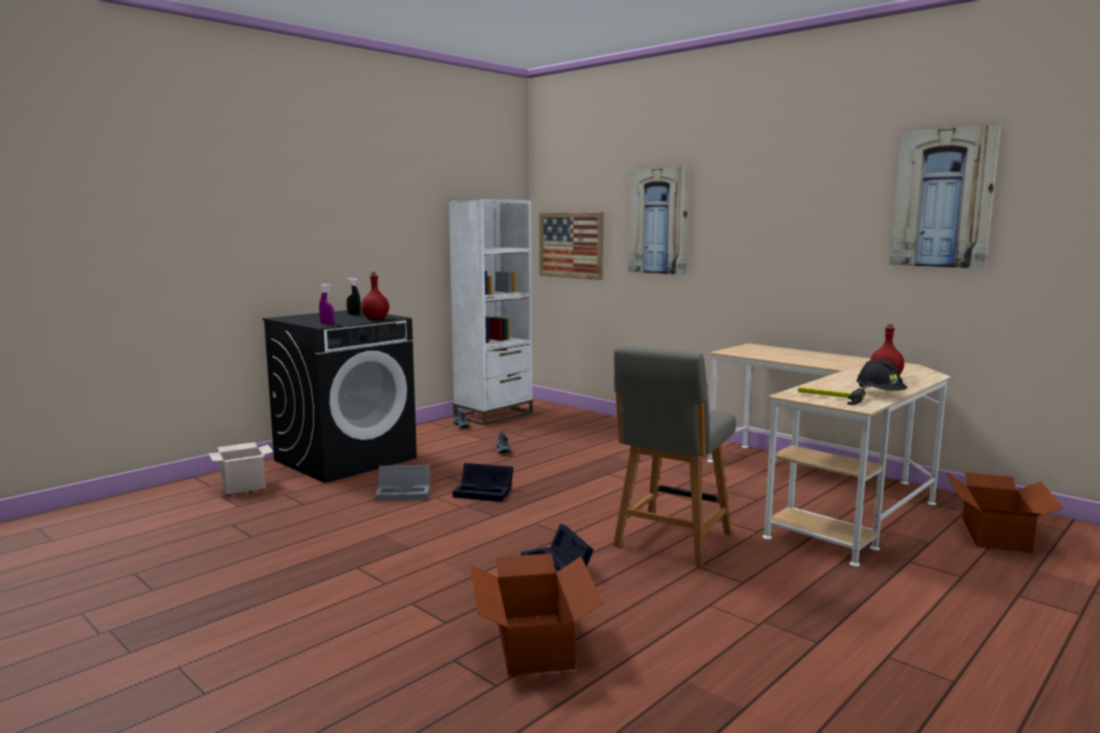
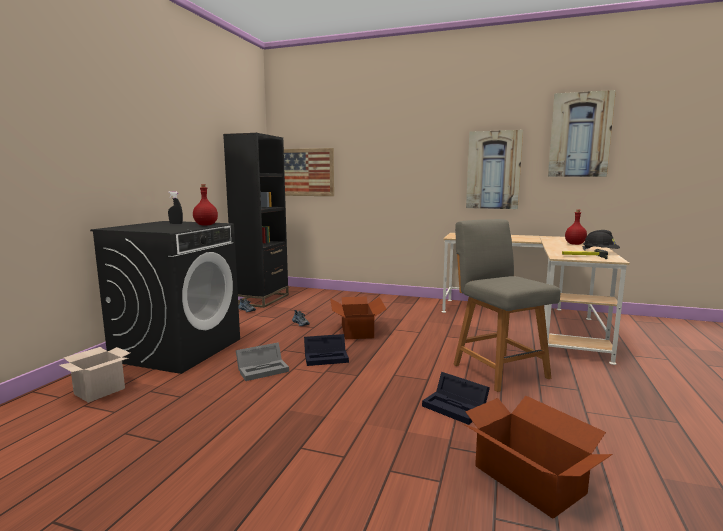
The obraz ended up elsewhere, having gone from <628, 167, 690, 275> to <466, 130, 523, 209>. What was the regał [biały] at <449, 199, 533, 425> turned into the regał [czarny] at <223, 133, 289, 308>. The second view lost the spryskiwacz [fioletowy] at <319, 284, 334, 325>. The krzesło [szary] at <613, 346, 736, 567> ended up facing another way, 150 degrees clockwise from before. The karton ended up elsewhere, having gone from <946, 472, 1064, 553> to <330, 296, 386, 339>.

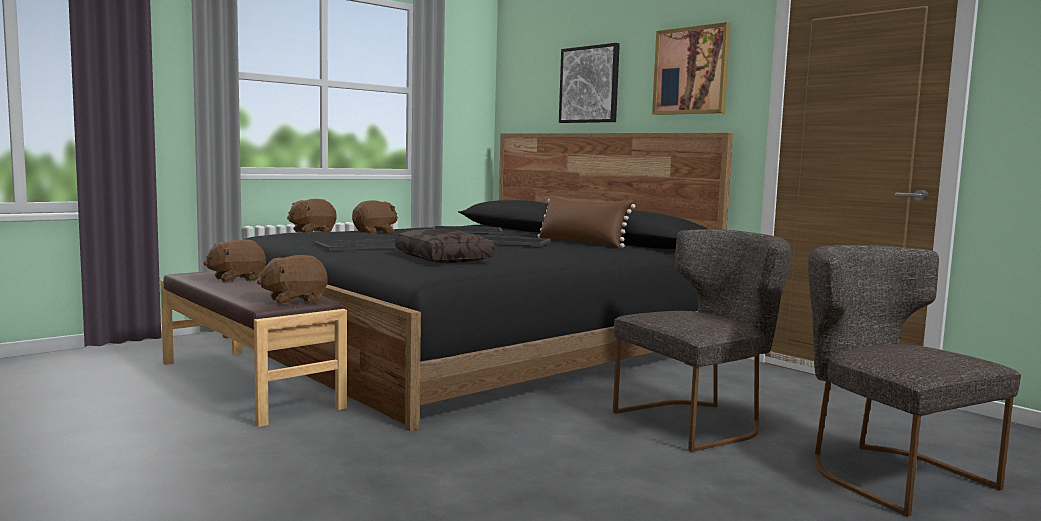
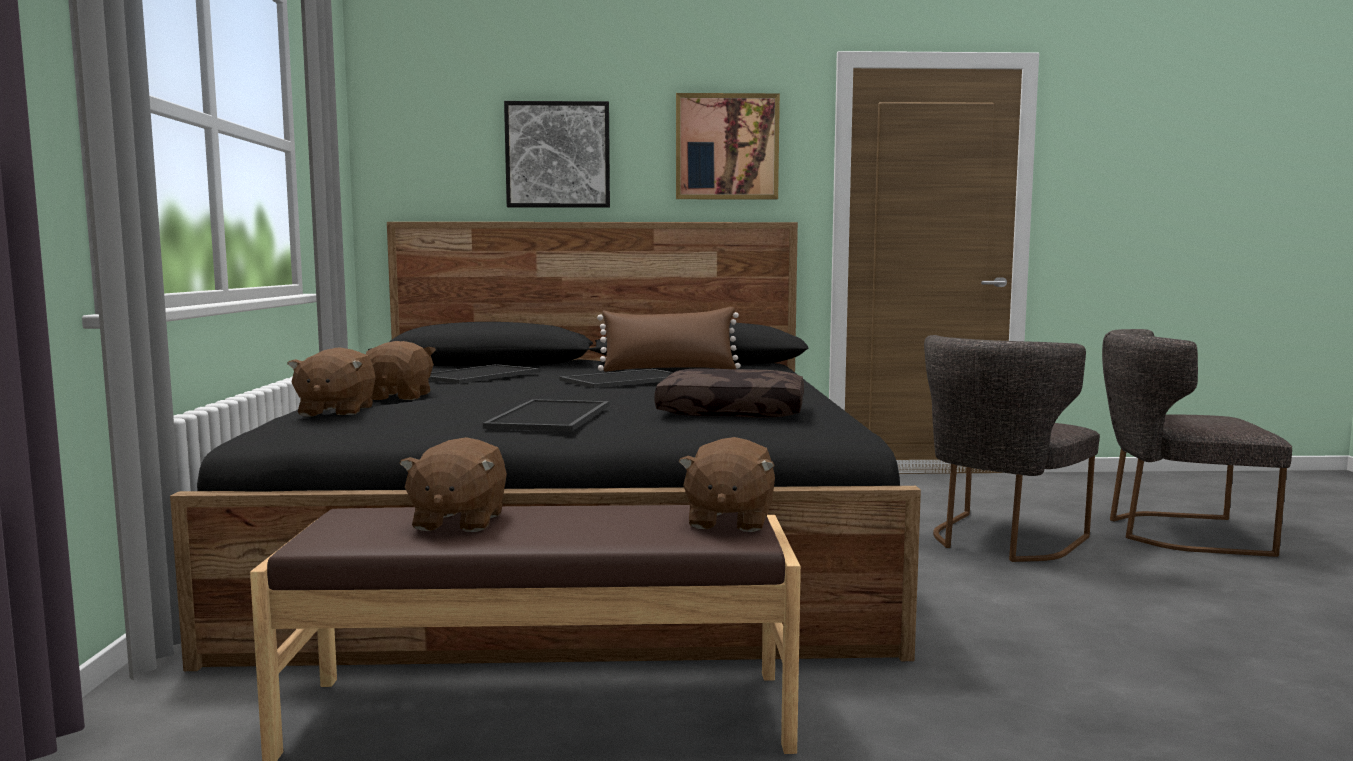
The krzesło [szary] at <613, 229, 791, 452> ended up facing another way, 150 degrees counterclockwise from before.

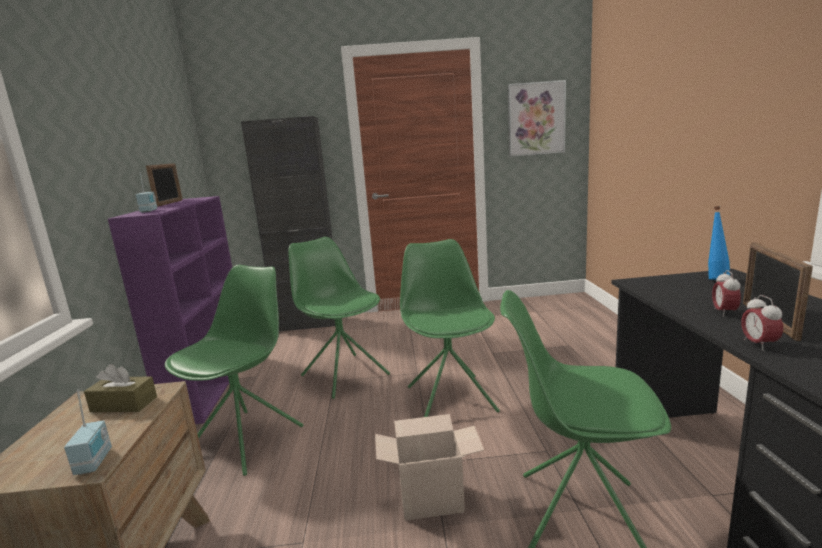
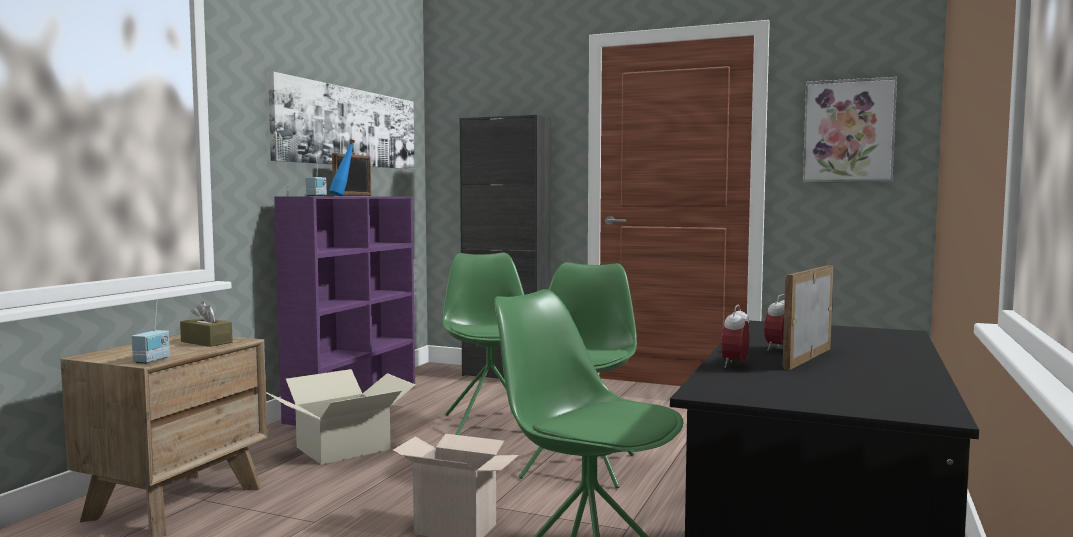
The butelka [niebieski] ended up elsewhere, having gone from <708, 206, 730, 280> to <329, 140, 355, 196>. Where the krzesło [zielony] stood at <165, 265, 303, 476>, the karton came to stand at <266, 369, 416, 465>. The second view gained the obraz at <268, 71, 414, 169>.

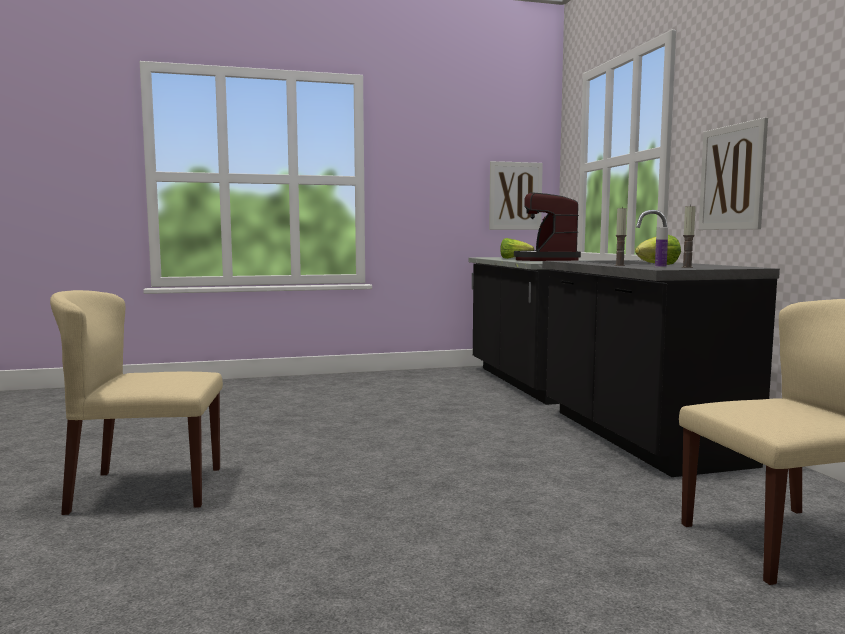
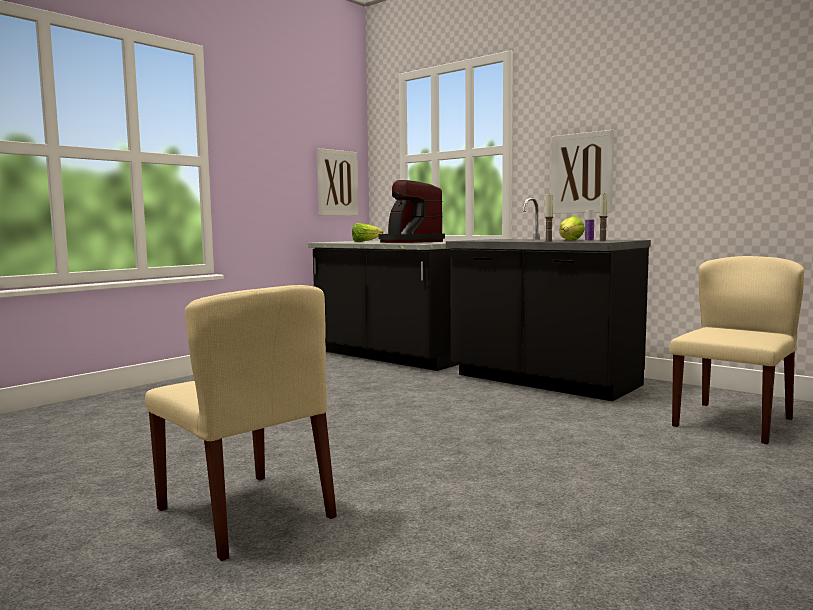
The krzesło [beżowy] at <50, 290, 223, 515> ended up facing another way, 90 degrees counterclockwise from before.

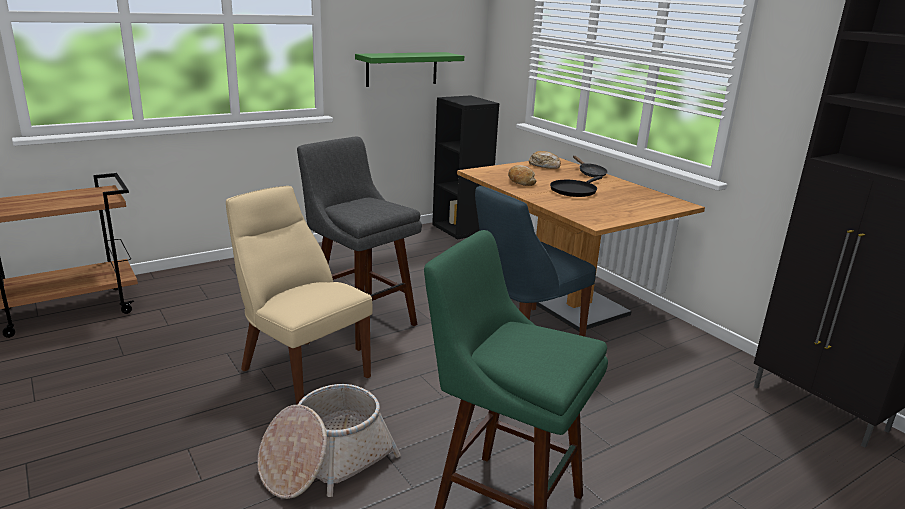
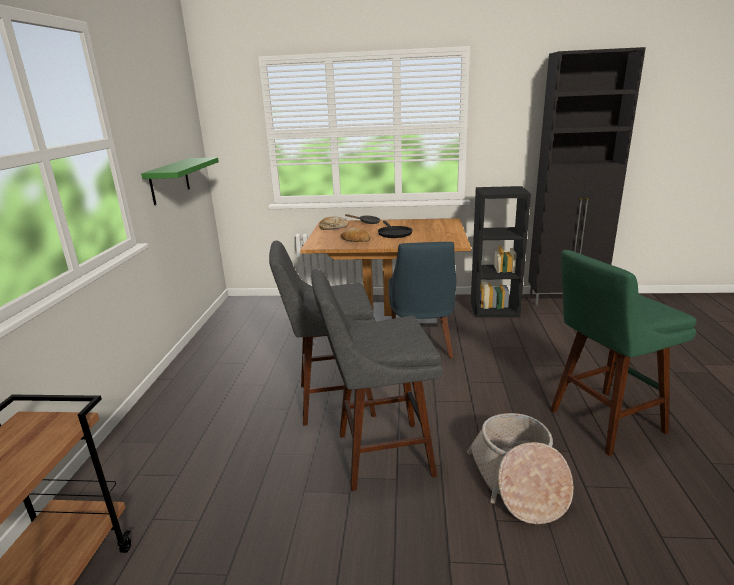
The regał [czarny] ended up elsewhere, having gone from <432, 95, 499, 239> to <471, 186, 531, 317>. Where the krzesło [beżowy] stood at <226, 186, 373, 405>, the stołek [szary] came to stand at <311, 269, 443, 491>.

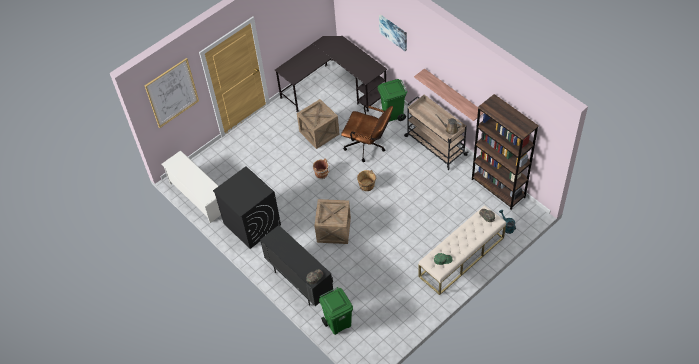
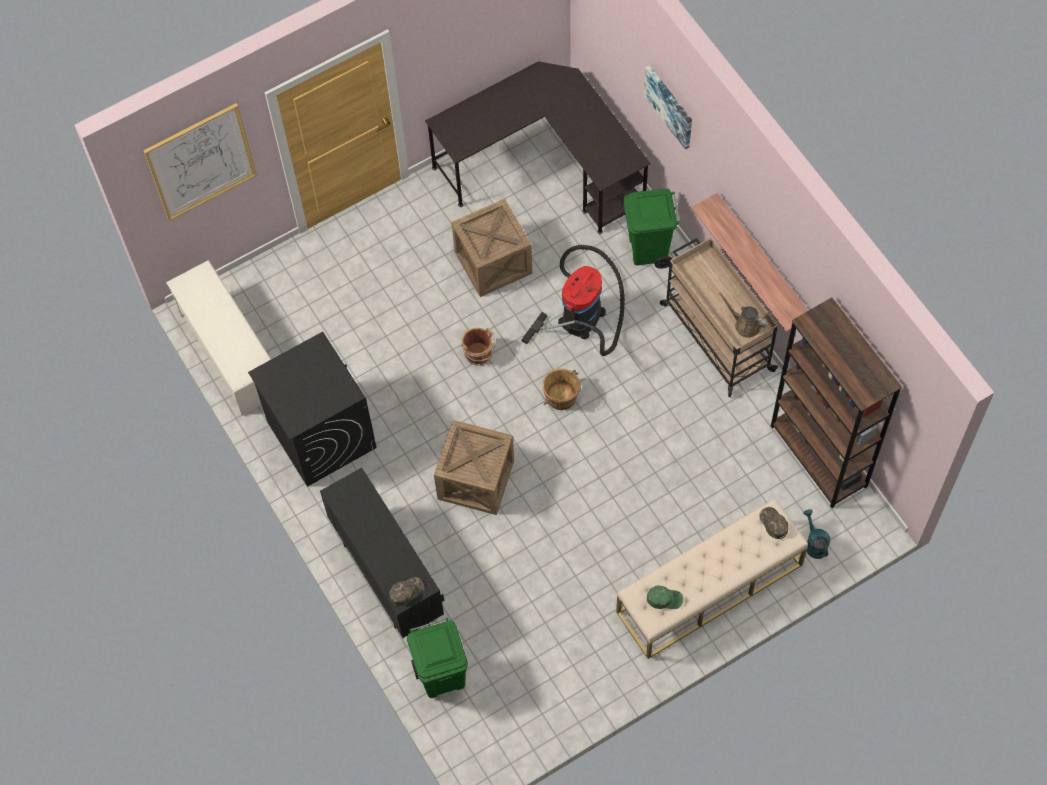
Where the krzesło biurowe [brązowy] stood at <341, 105, 393, 162>, the odkurzacz came to stand at <521, 245, 625, 356>.

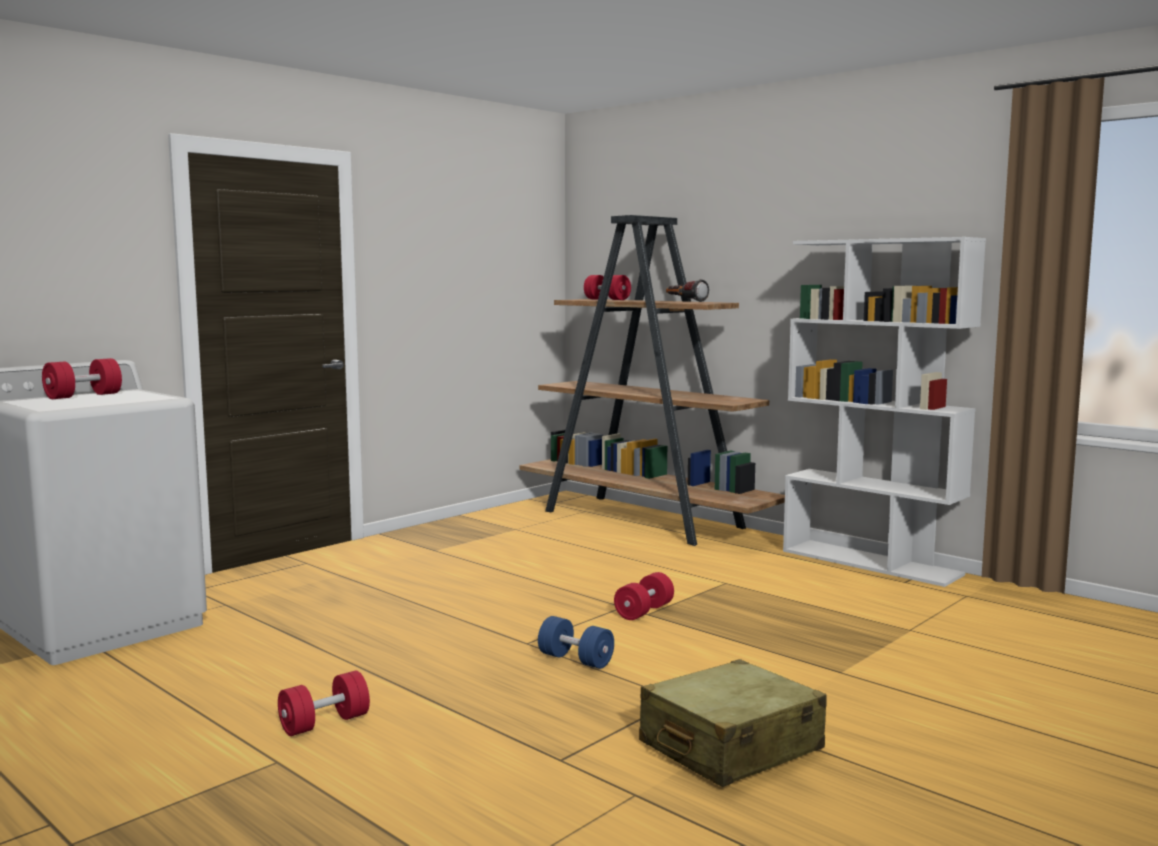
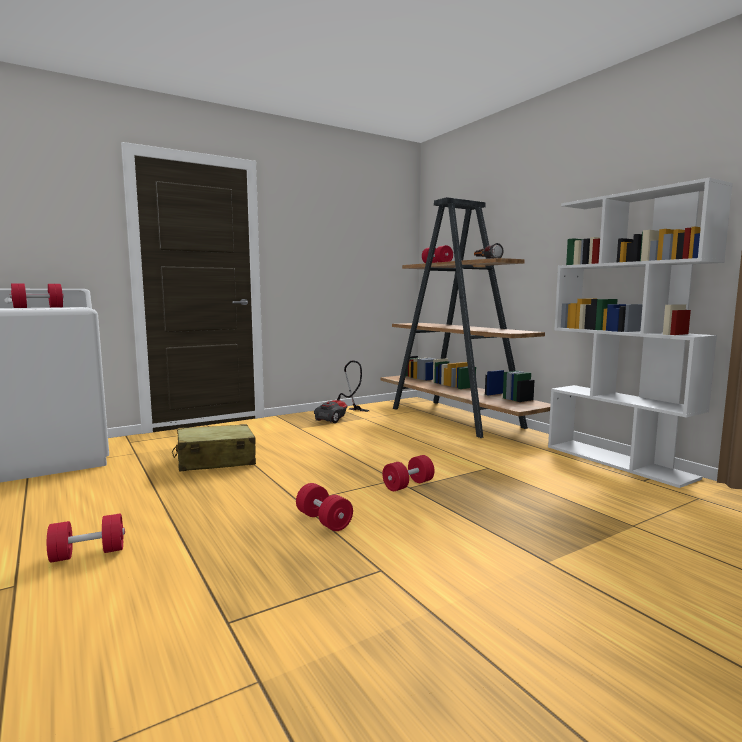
What was the hantel [niebieski] at <538, 616, 614, 669> turned into the hantel [czerwony] at <296, 483, 353, 531>. The walizka [beżowy] ended up elsewhere, having gone from <639, 659, 827, 787> to <172, 424, 256, 472>. The second view gained the odkurzacz at <314, 361, 369, 423>.

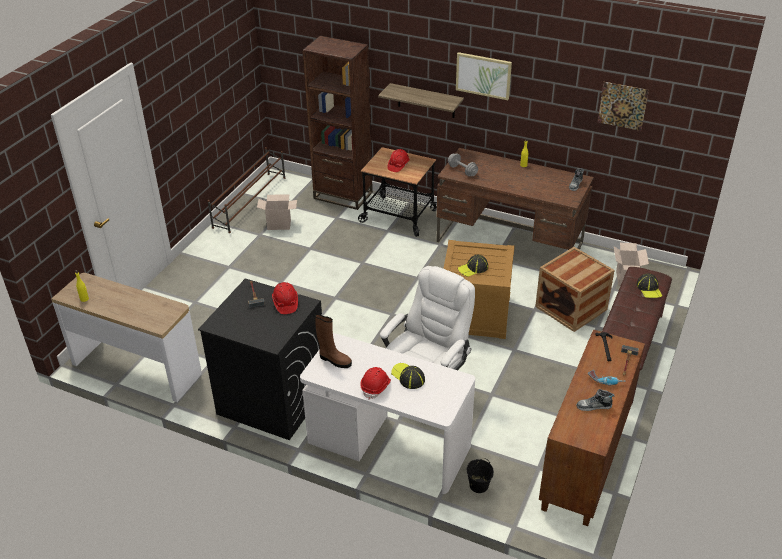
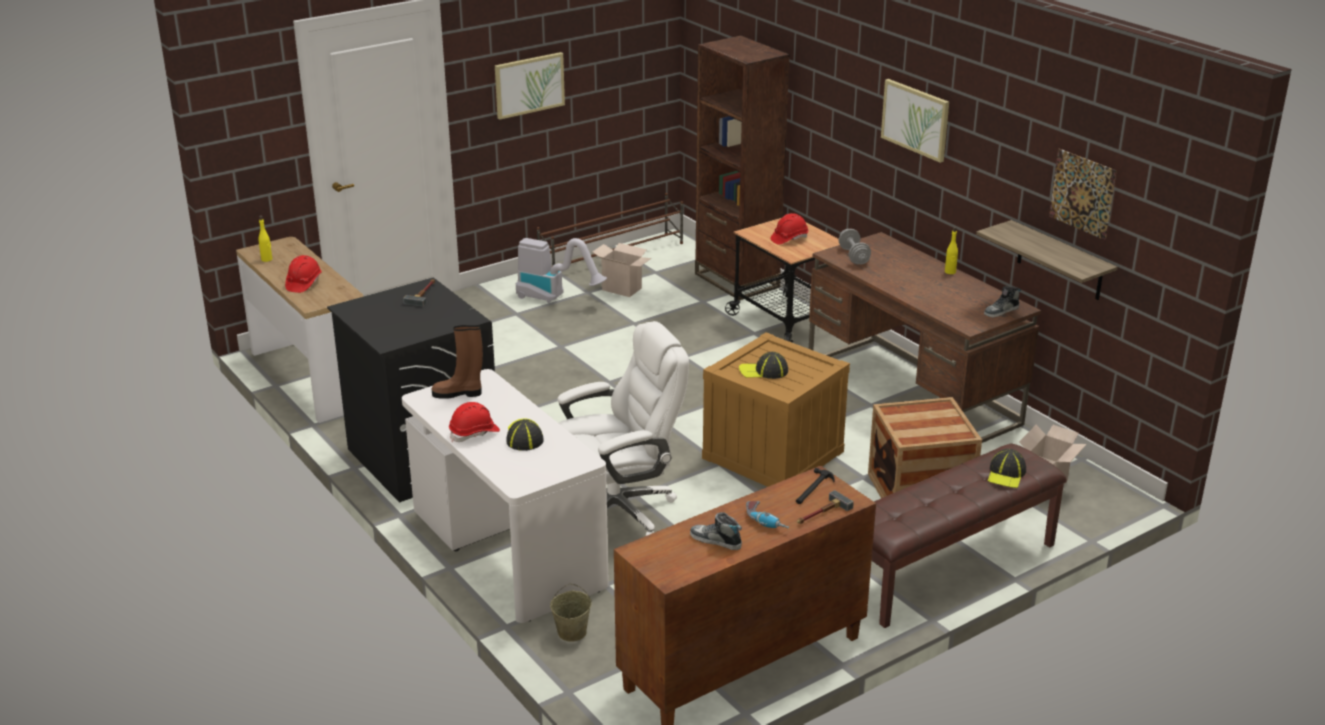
The półka ended up elsewhere, having gone from <378, 83, 464, 118> to <976, 220, 1118, 300>. The kask [czerwony] ended up elsewhere, having gone from <272, 282, 298, 314> to <285, 255, 322, 293>. The but z cholewką [brązowy] at <315, 314, 352, 368> ended up facing another way, 120 degrees clockwise from before. What was the wiadro [czarny] at <467, 459, 494, 493> turned into the wiadro [beżowy] at <550, 583, 592, 642>. The second view gained the obraz at <495, 52, 565, 120>. The second view gained the odkurzacz at <516, 238, 607, 303>.

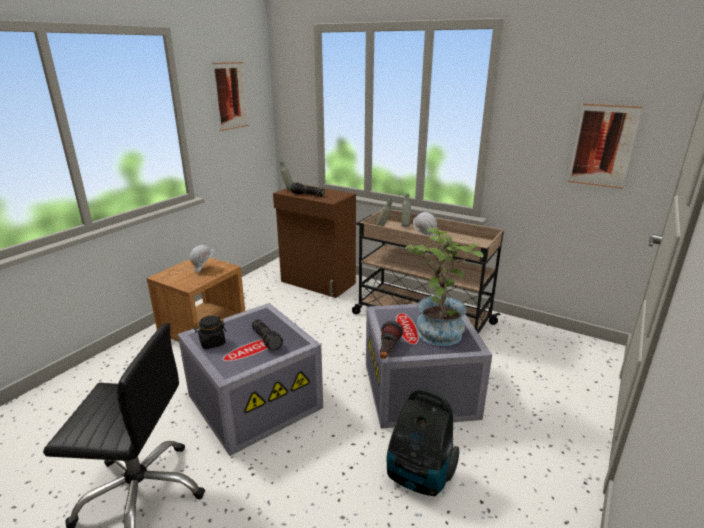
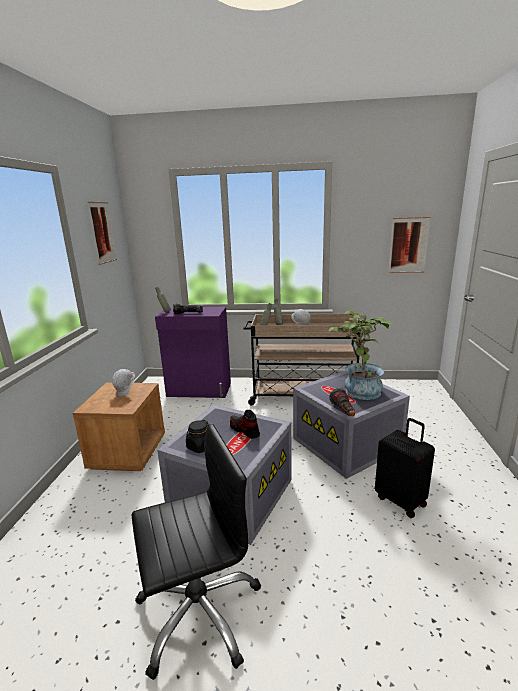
What was the szafka [brązowy] at <273, 185, 356, 298> turned into the szafka [fioletowy] at <155, 307, 231, 398>. Where the latarka stood at <252, 319, 283, 351>, the but came to stand at <230, 410, 260, 439>. Where the odkurzacz stood at <387, 387, 459, 496>, the walizka [czarny] came to stand at <375, 418, 435, 518>.

